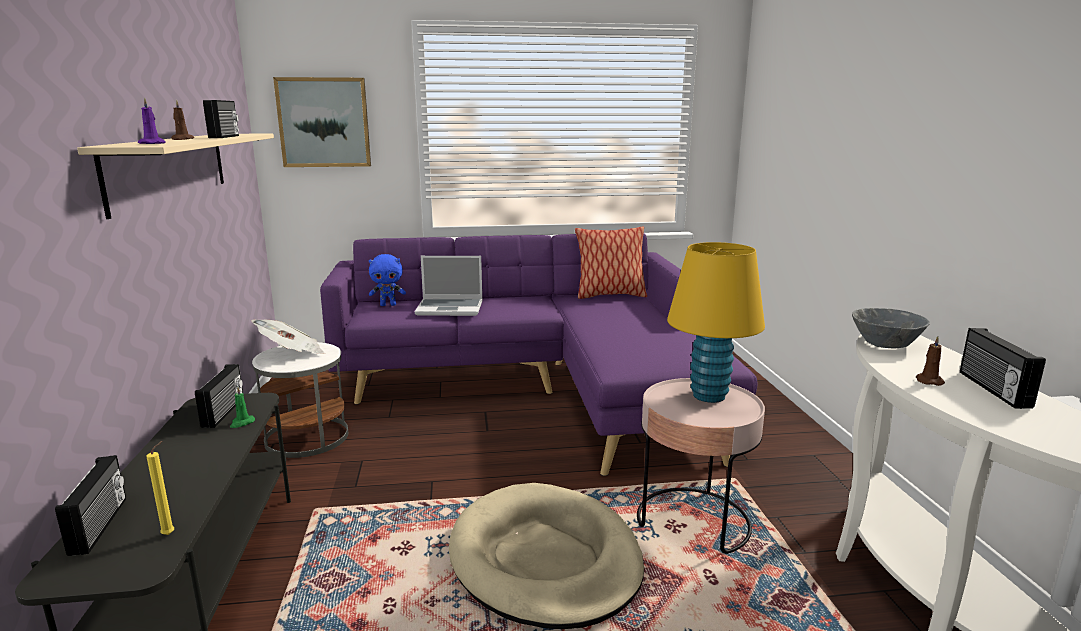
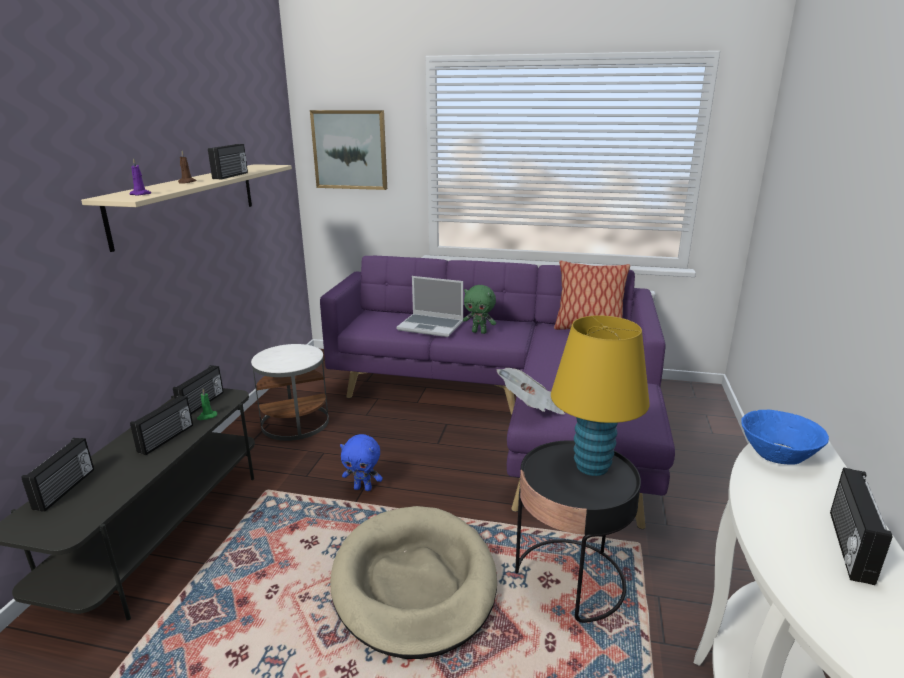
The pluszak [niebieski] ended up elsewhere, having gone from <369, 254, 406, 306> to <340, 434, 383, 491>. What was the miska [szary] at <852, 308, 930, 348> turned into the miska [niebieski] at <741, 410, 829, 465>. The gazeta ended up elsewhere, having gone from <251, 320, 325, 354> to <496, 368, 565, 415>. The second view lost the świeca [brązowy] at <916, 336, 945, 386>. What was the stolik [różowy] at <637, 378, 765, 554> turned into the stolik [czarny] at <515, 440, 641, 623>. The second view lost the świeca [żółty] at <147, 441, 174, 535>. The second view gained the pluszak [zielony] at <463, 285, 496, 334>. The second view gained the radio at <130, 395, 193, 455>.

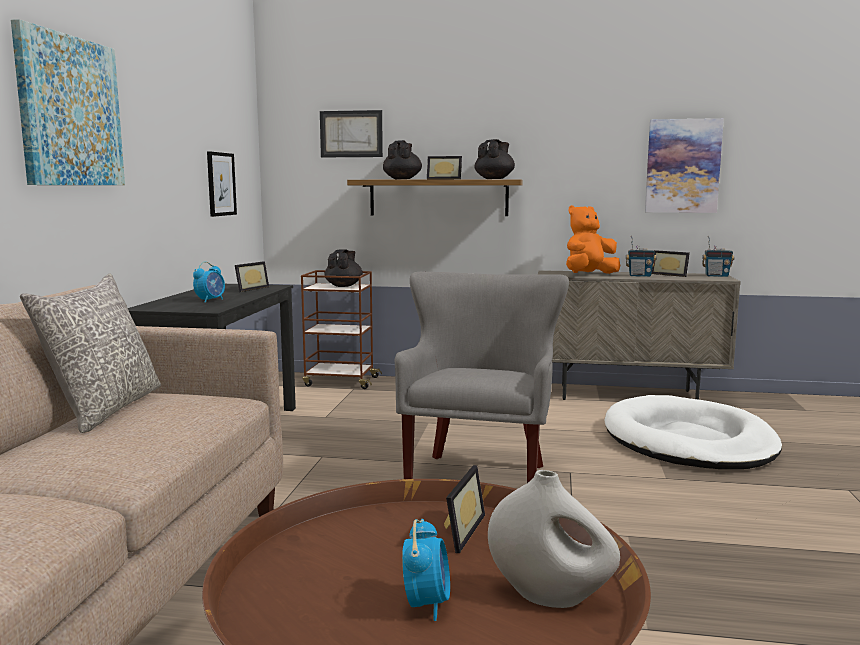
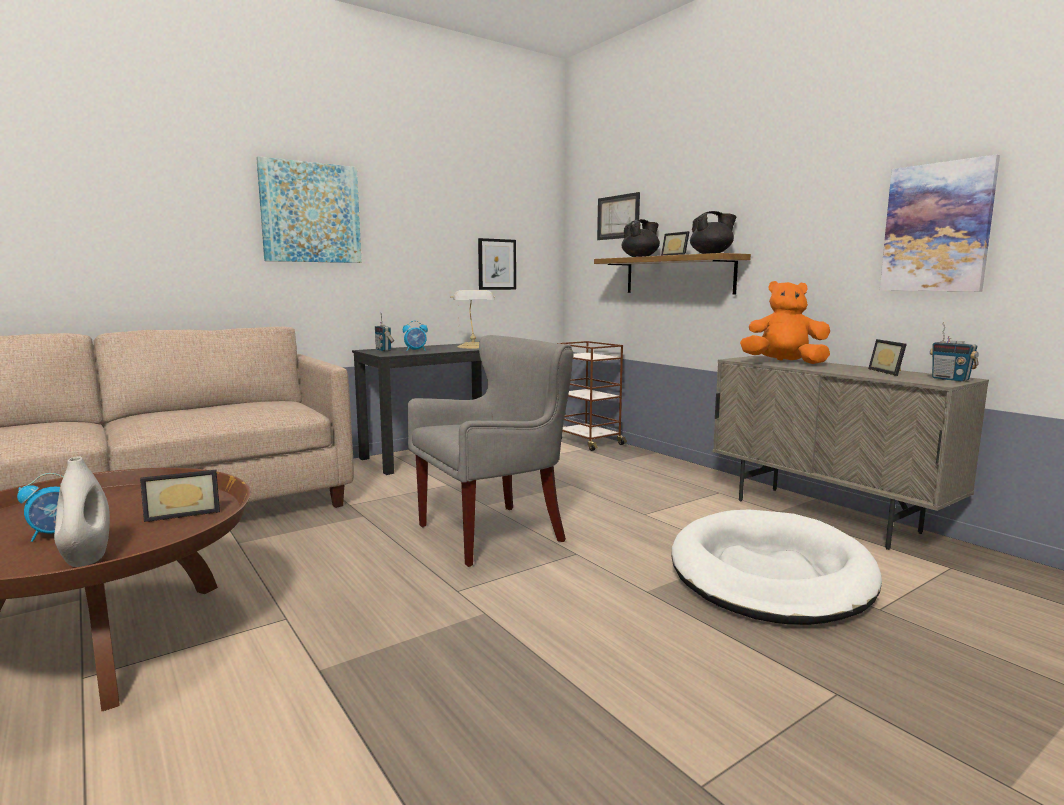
The radio ended up elsewhere, having gone from <626, 236, 657, 277> to <375, 314, 394, 351>. The second view lost the imbryk [czarny] at <324, 249, 363, 287>. Where the ramka na zdjęcie stood at <235, 261, 269, 292>, the lampa stołowa came to stand at <450, 290, 495, 349>. The second view lost the poduszka [szary] at <20, 274, 161, 433>.

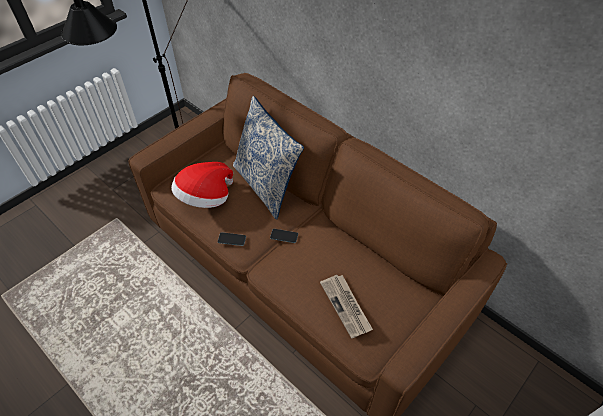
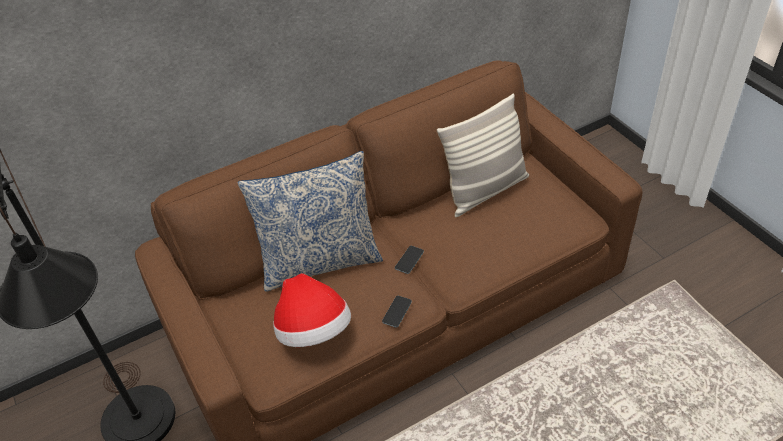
The second view lost the gazeta at <320, 275, 373, 339>. The second view gained the poduszka at <437, 93, 529, 217>.

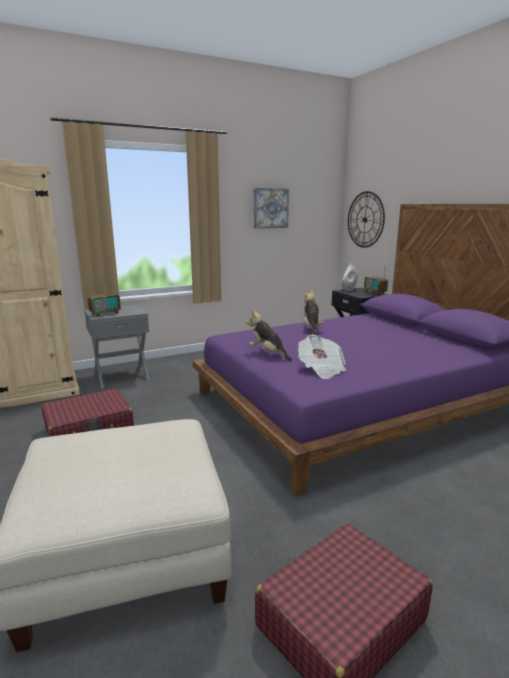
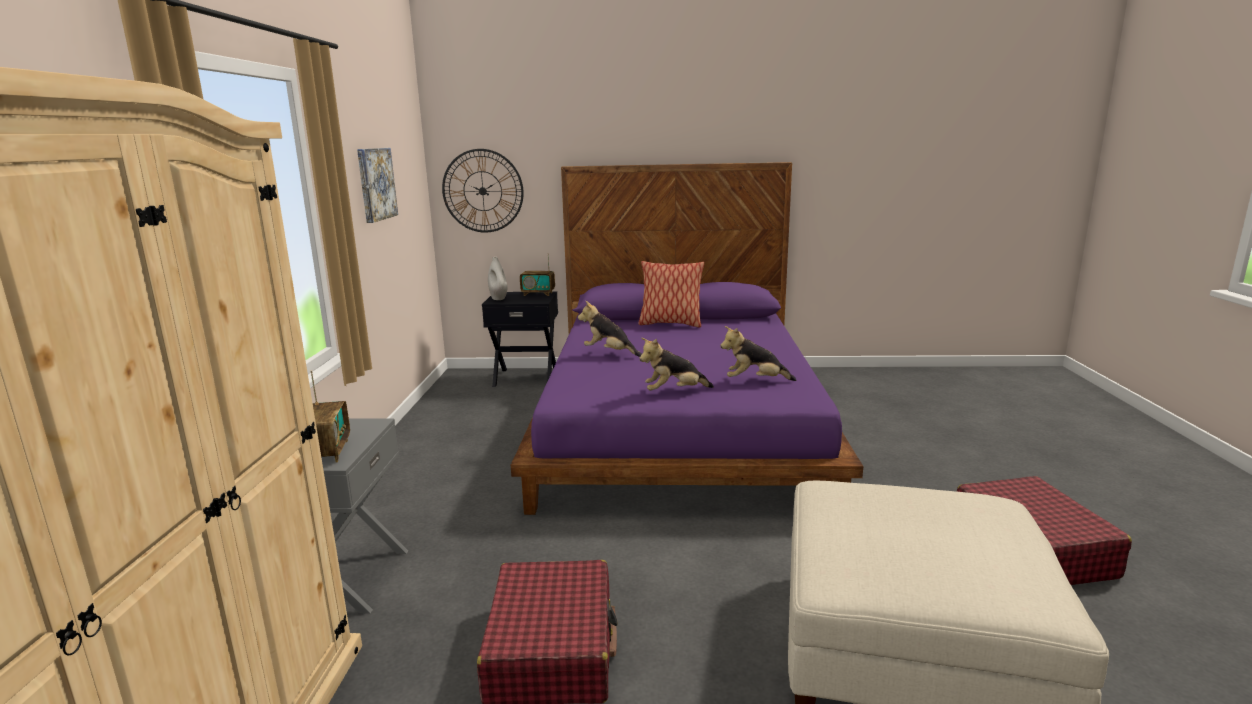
Where the gazeta stood at <298, 335, 346, 379>, the pluszak came to stand at <720, 326, 796, 381>. The second view gained the poduszka at <638, 261, 704, 328>.

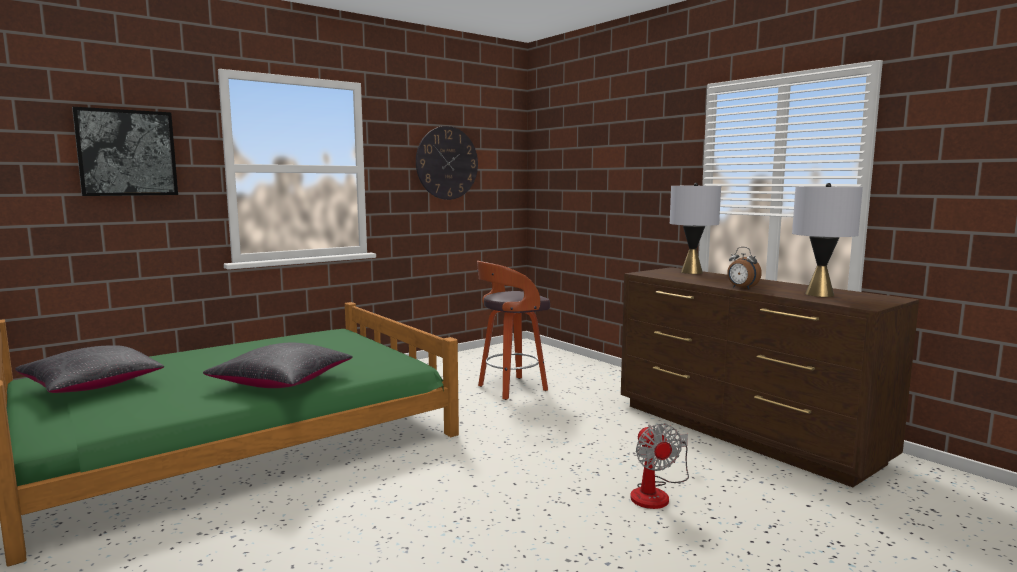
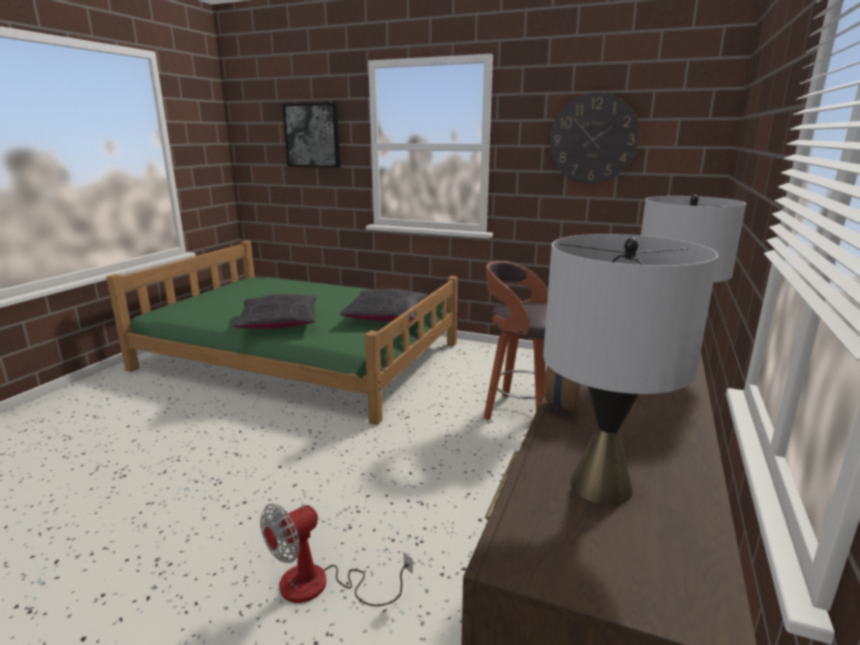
The poduszka [czarny] ended up elsewhere, having gone from <15, 345, 164, 393> to <340, 288, 428, 321>.

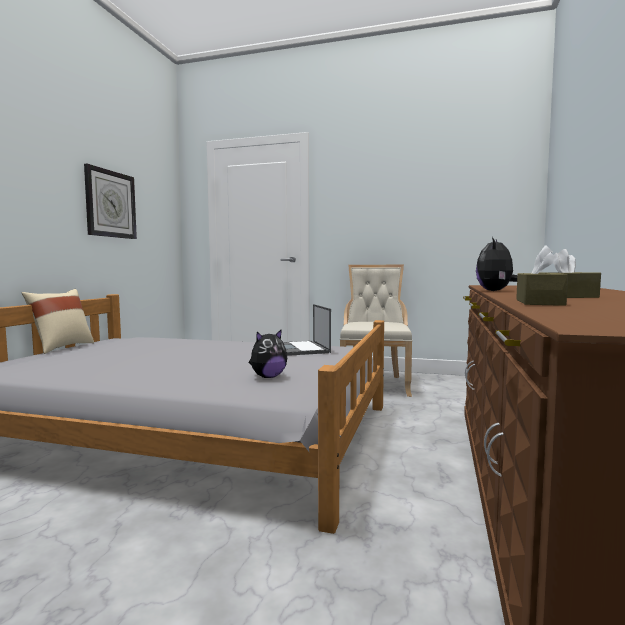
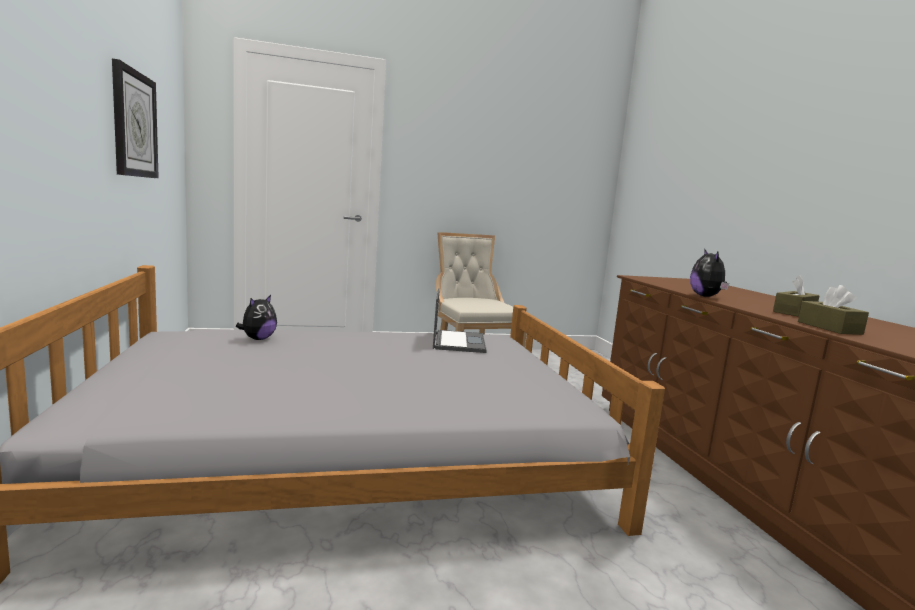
The second view lost the poduszka [beżowy] at <22, 289, 94, 354>. The laptop at <283, 304, 331, 356> ended up facing another way, 135 degrees counterclockwise from before. The pluszak ended up elsewhere, having gone from <249, 329, 287, 378> to <236, 295, 277, 340>.

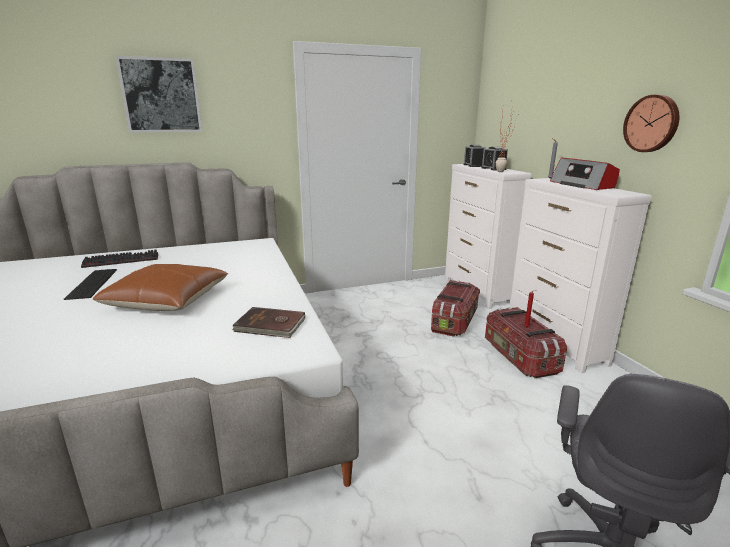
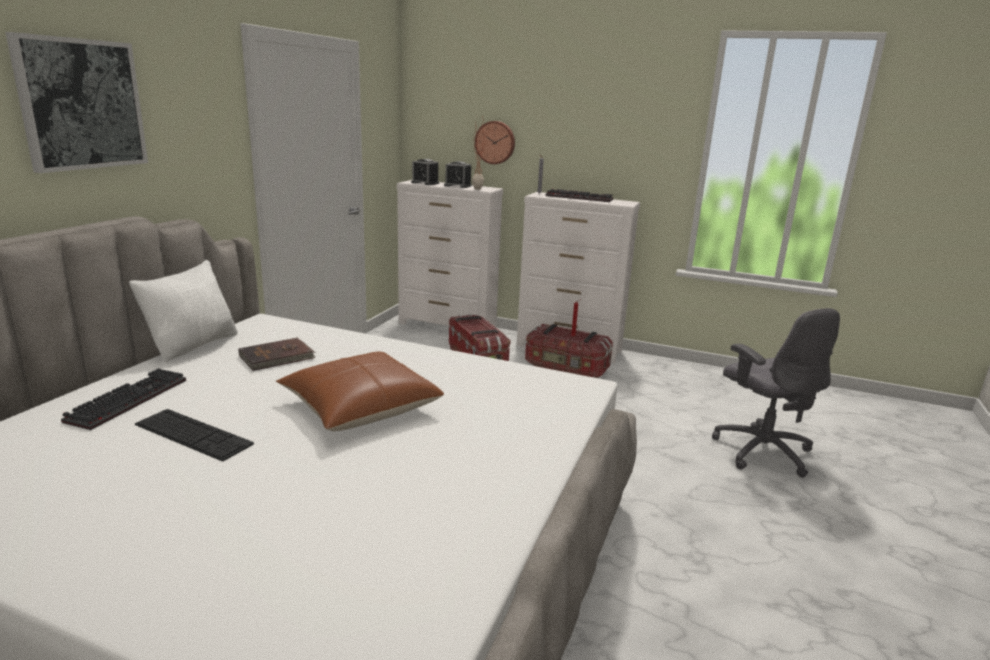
The zegar ścienny ended up elsewhere, having gone from <623, 95, 679, 152> to <475, 121, 515, 164>. Where the radio stood at <550, 157, 620, 190>, the klawiatura came to stand at <546, 189, 613, 202>. The książka [brązowy] ended up elsewhere, having gone from <232, 307, 306, 338> to <239, 338, 316, 371>. The second view gained the poduszka [biały] at <129, 260, 238, 362>.

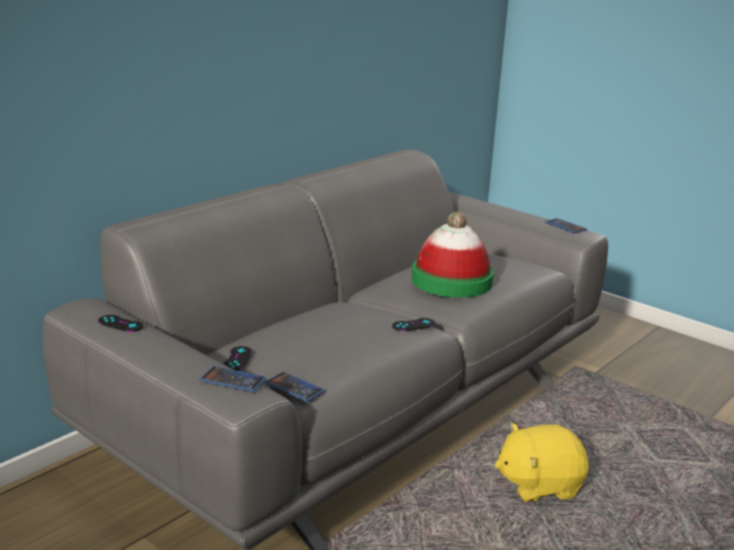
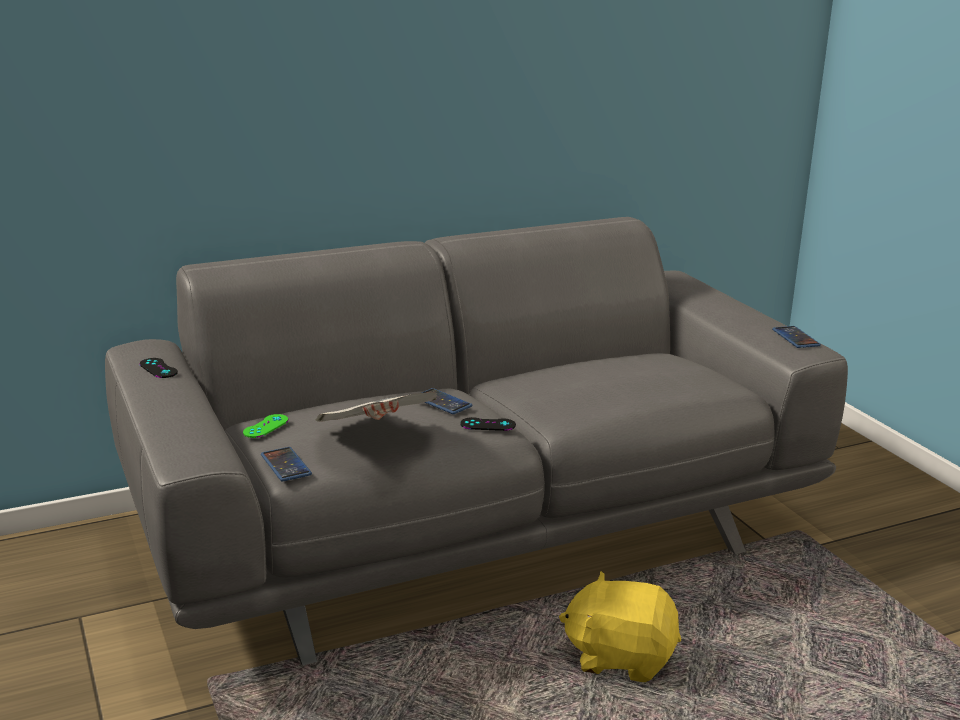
The second view lost the kapelusz at <411, 212, 494, 297>. What was the pad do gier [czarny] at <223, 346, 252, 371> turned into the pad do gier [zielony] at <243, 414, 288, 438>. The telefon ended up elsewhere, having gone from <200, 366, 266, 392> to <422, 388, 473, 414>. The second view gained the gazeta at <315, 392, 438, 422>.

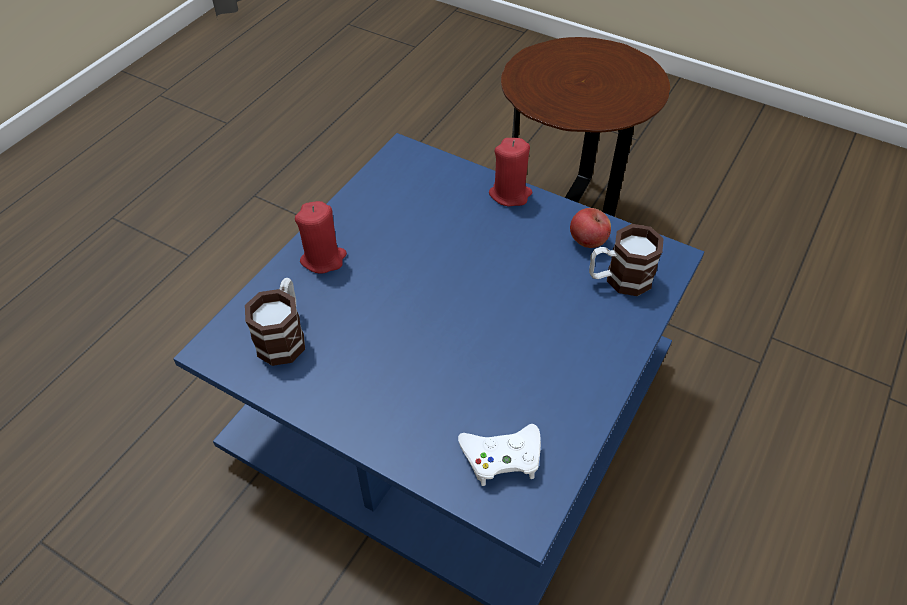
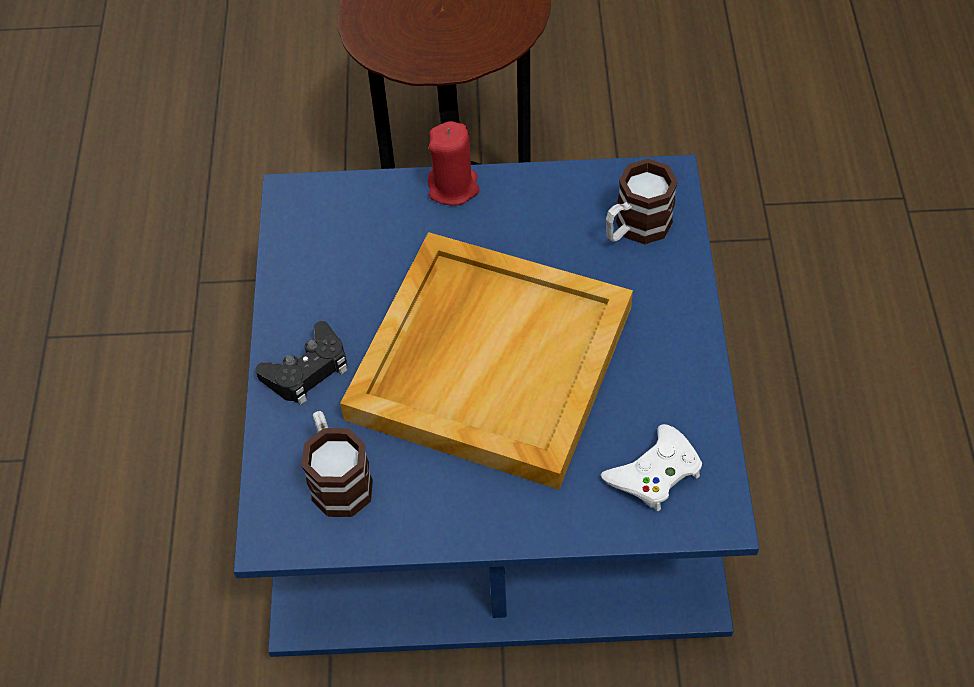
Where the świeca [czerwony] stood at <295, 201, 347, 273>, the pad do gier [czarny] came to stand at <256, 321, 348, 405>. The second view lost the jabłko at <570, 208, 611, 248>. The second view gained the taca [beżowy] at <340, 232, 633, 490>.

